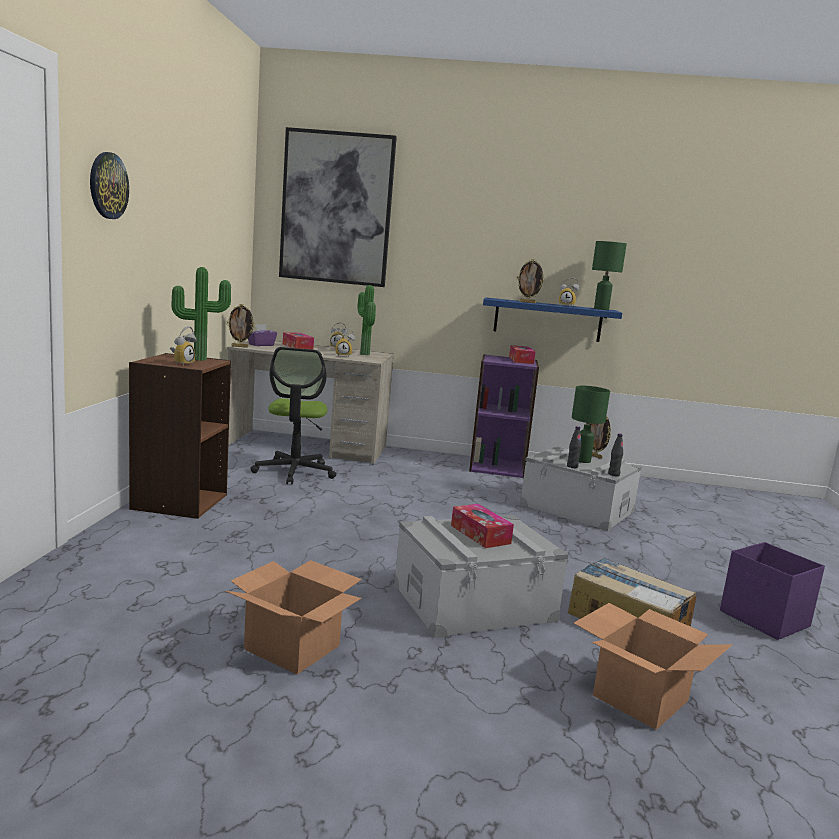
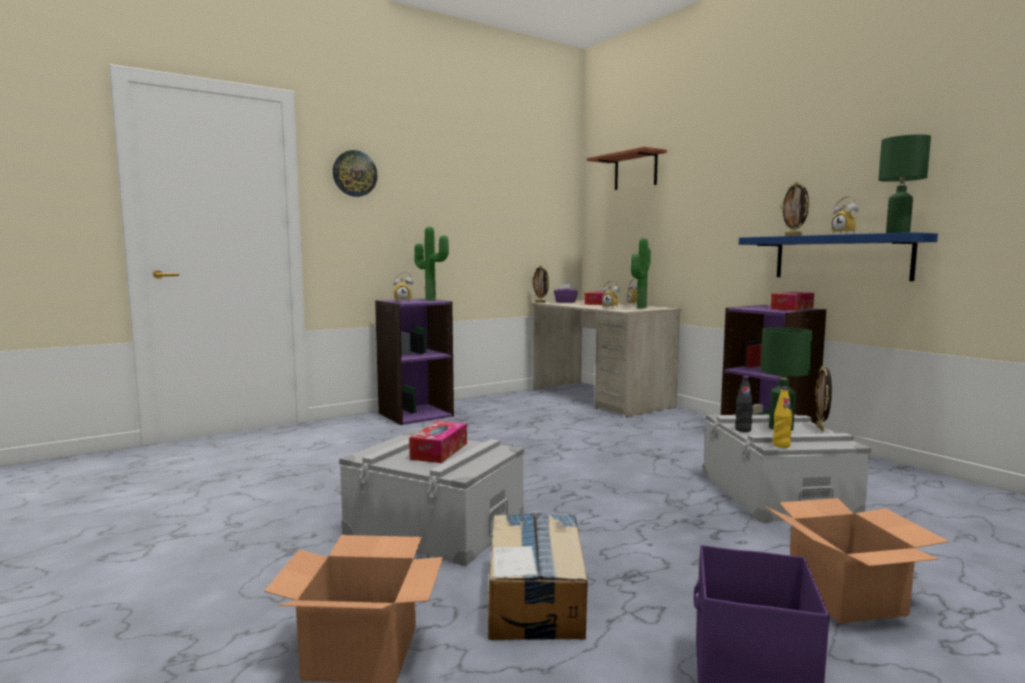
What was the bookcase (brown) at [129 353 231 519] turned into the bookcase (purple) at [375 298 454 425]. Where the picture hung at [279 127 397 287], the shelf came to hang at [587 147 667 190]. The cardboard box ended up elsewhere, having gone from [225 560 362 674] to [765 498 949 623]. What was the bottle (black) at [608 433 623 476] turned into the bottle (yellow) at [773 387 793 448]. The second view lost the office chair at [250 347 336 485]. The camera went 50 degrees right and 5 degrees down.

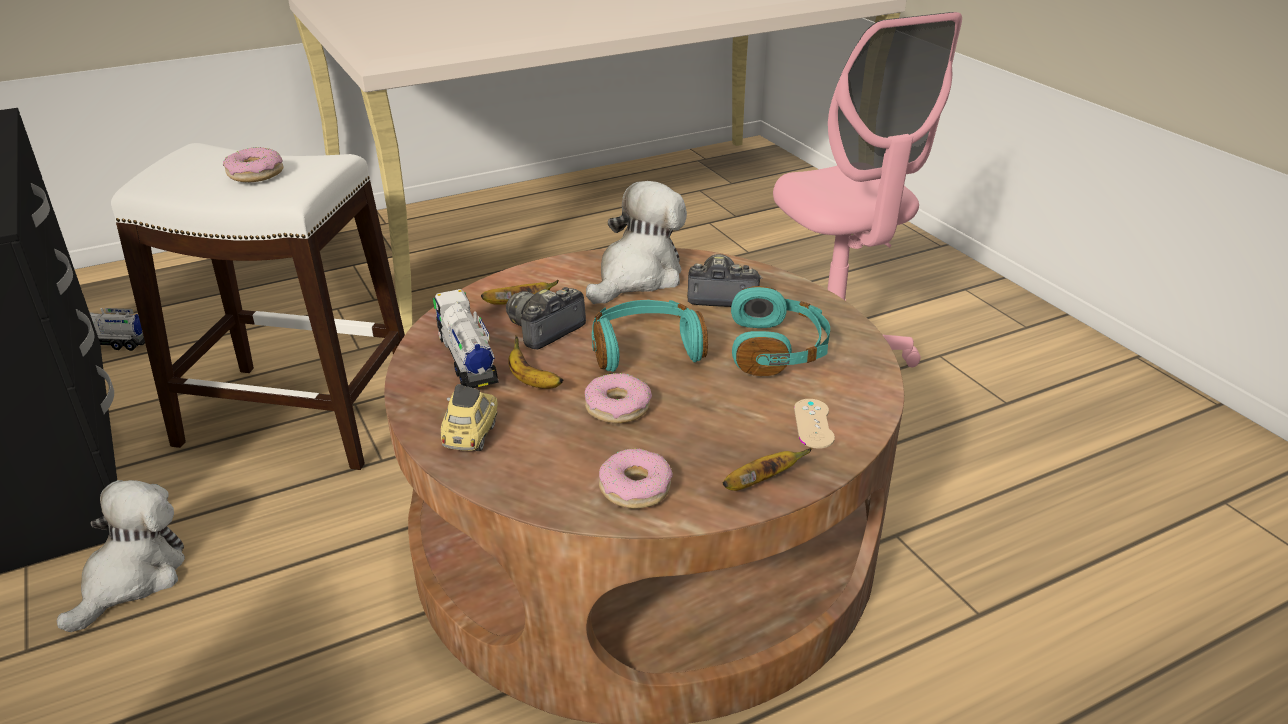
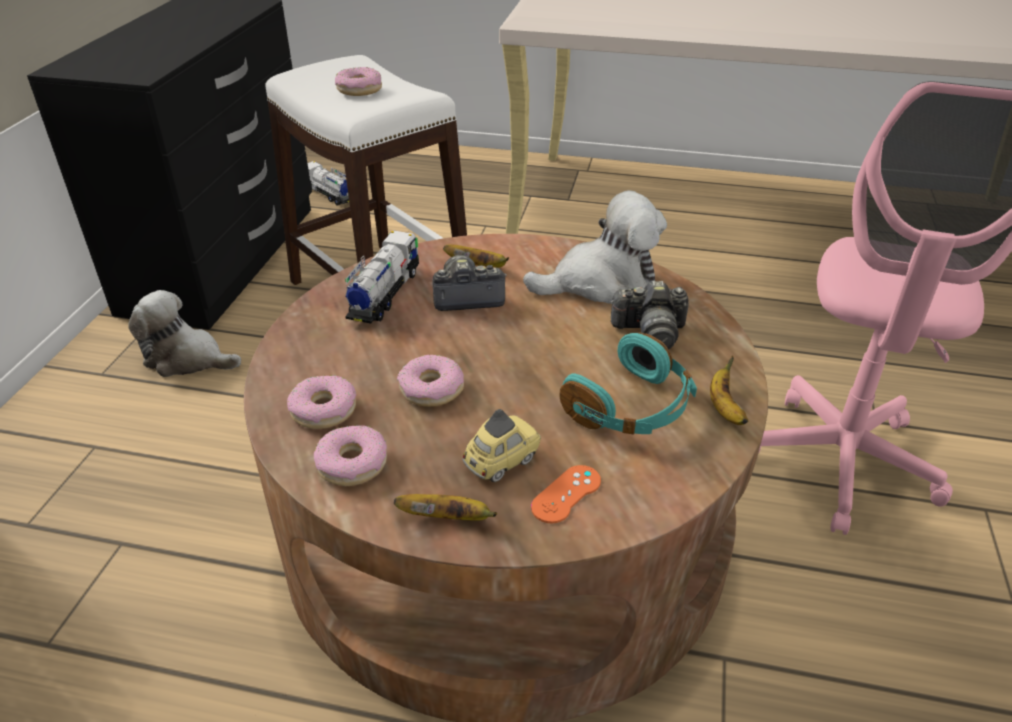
The plush toy at [57 480 185 632] ended up facing another way, 135 degrees counterclockwise from before. The second view gained the donut at [287 375 356 429]. The toy car ended up elsewhere, having gone from [441 384 498 451] to [462 409 541 482]. What was the game controller (beige) at [794 399 835 449] turned into the game controller (orange) at [531 465 601 523]. The photo camera at [687 254 762 307] ended up facing another way, 135 degrees clockwise from before. The banana ended up elsewhere, having gone from [508 335 563 389] to [710 356 748 425]. The second view lost the headphones (turquoise) at [592 300 708 372]. The camera went 40 degrees right and 5 degrees up.

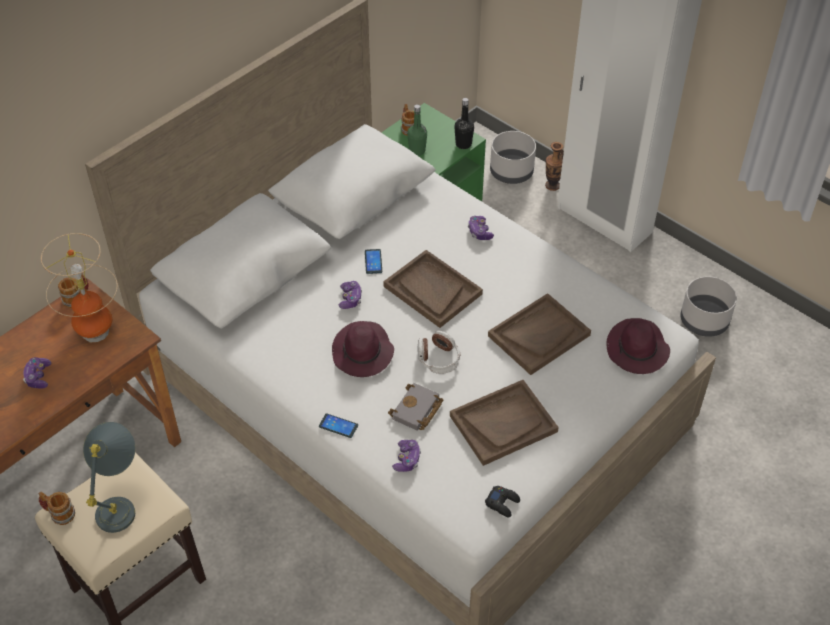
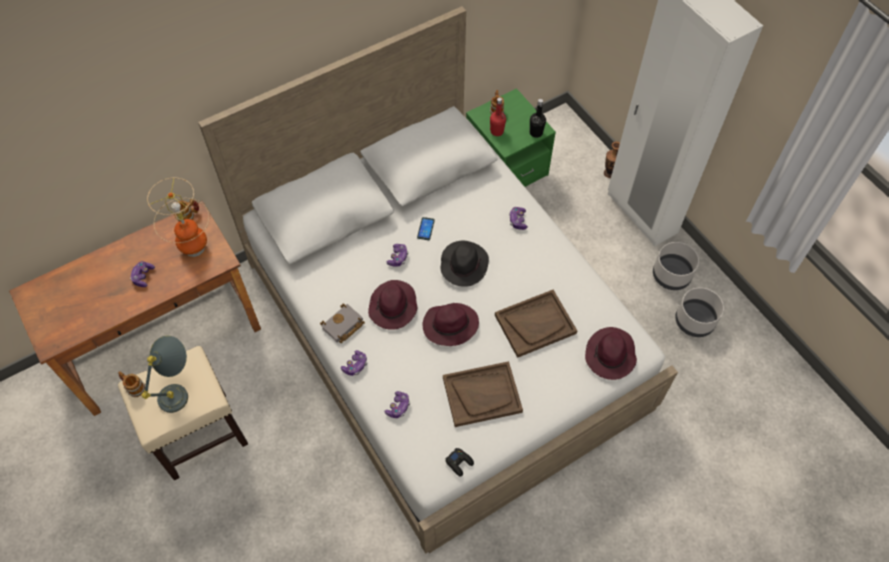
The book (grey) ended up elsewhere, having gone from [388 383 443 431] to [320 303 365 343]. Where the phone stood at [319 413 358 438], the game controller came to stand at [341 350 367 376]. Where the headphones stood at [418 330 461 374], the hat (purple) came to stand at [423 303 479 346]. Where the tray (brown) stood at [383 250 483 328], the hat (black) came to stand at [440 241 489 287]. What was the bottle (green) at [407 104 427 156] turned into the bottle (red) at [490 97 506 136]. The planter (grey) ended up elsewhere, having gone from [490 131 536 184] to [653 242 699 290]. The camera went 15 degrees right and 10 degrees up.

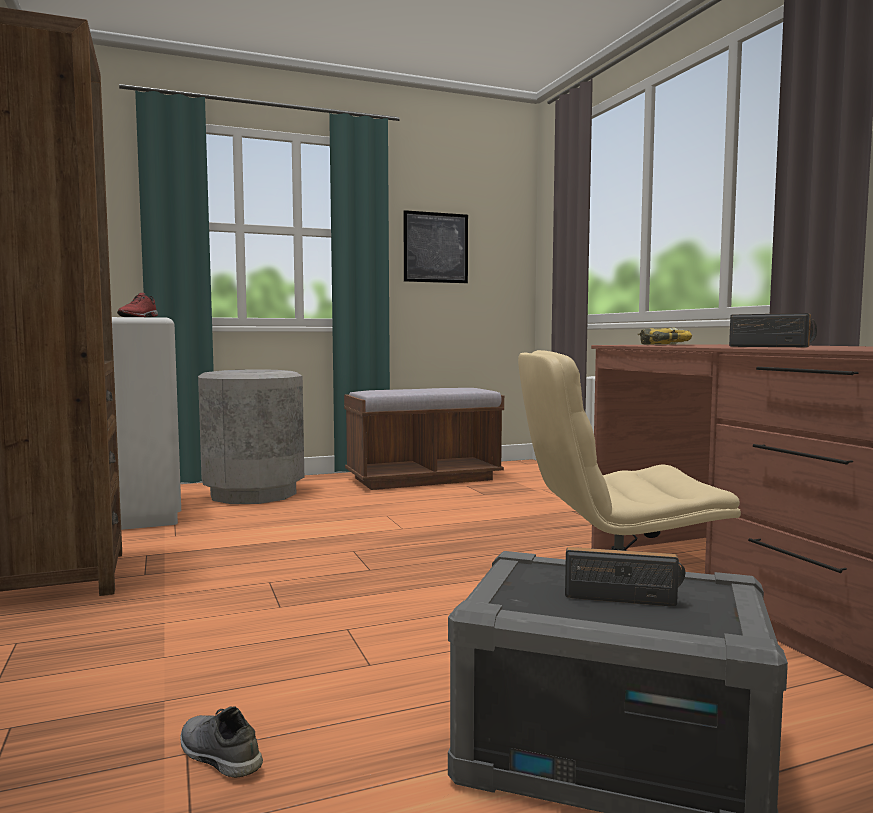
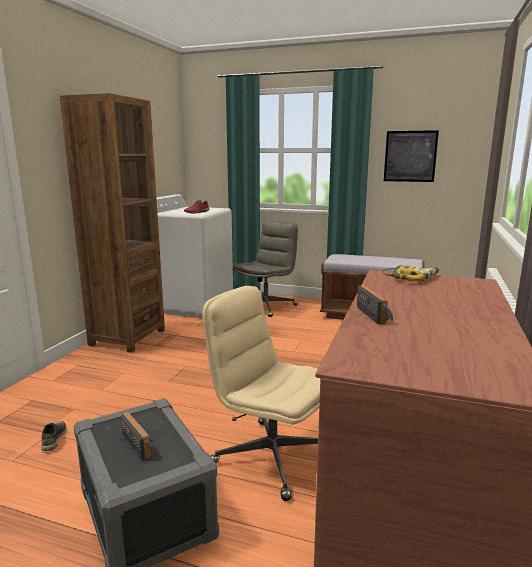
Where the trash can (grey) stood at [198 369 304 504], the office chair (grey) came to stand at [232 221 298 317]. The camera went 40 degrees right and 10 degrees up.

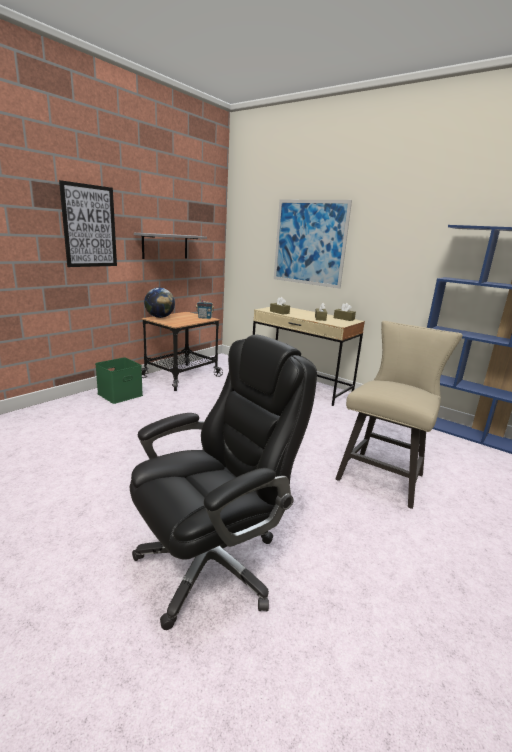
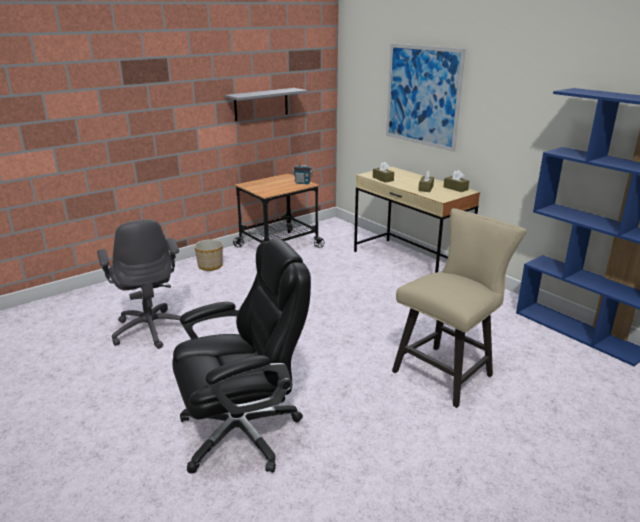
The second view gained the office chair (grey) at [97 219 181 349]. Where the storage box (green) stood at [95 357 143 404], the planter came to stand at [194 239 223 271]. The second view lost the picture at [59 180 117 267]. The second view lost the globe at [144 288 175 318]. The camera went 15 degrees right and 5 degrees up.

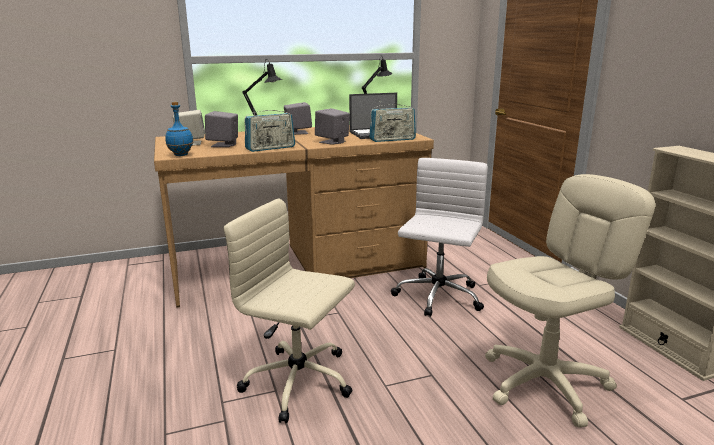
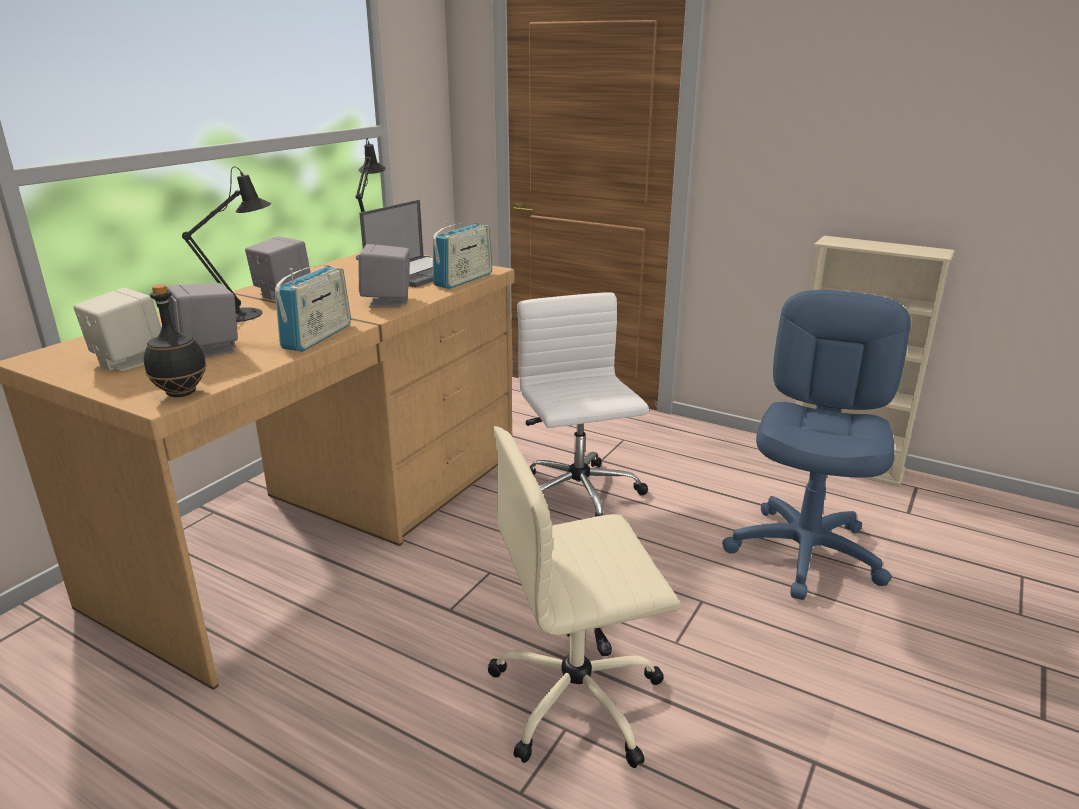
What was the bottle (blue) at [165 102 194 156] turned into the bottle (black) at [144 284 207 397]. What was the office chair (beige) at [485 174 655 428] turned into the office chair (blue) at [722 290 911 600]. The camera went 40 degrees left and 5 degrees up.

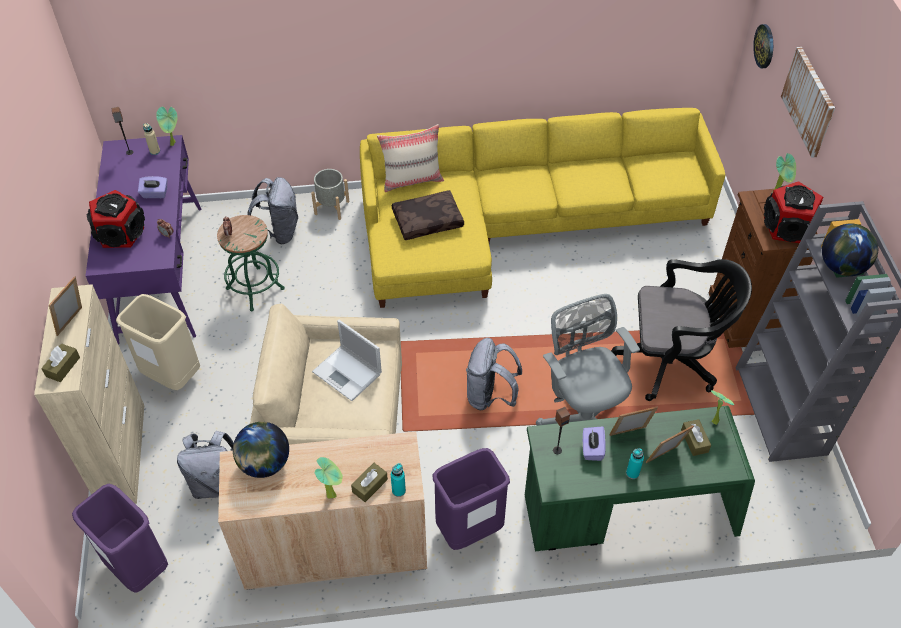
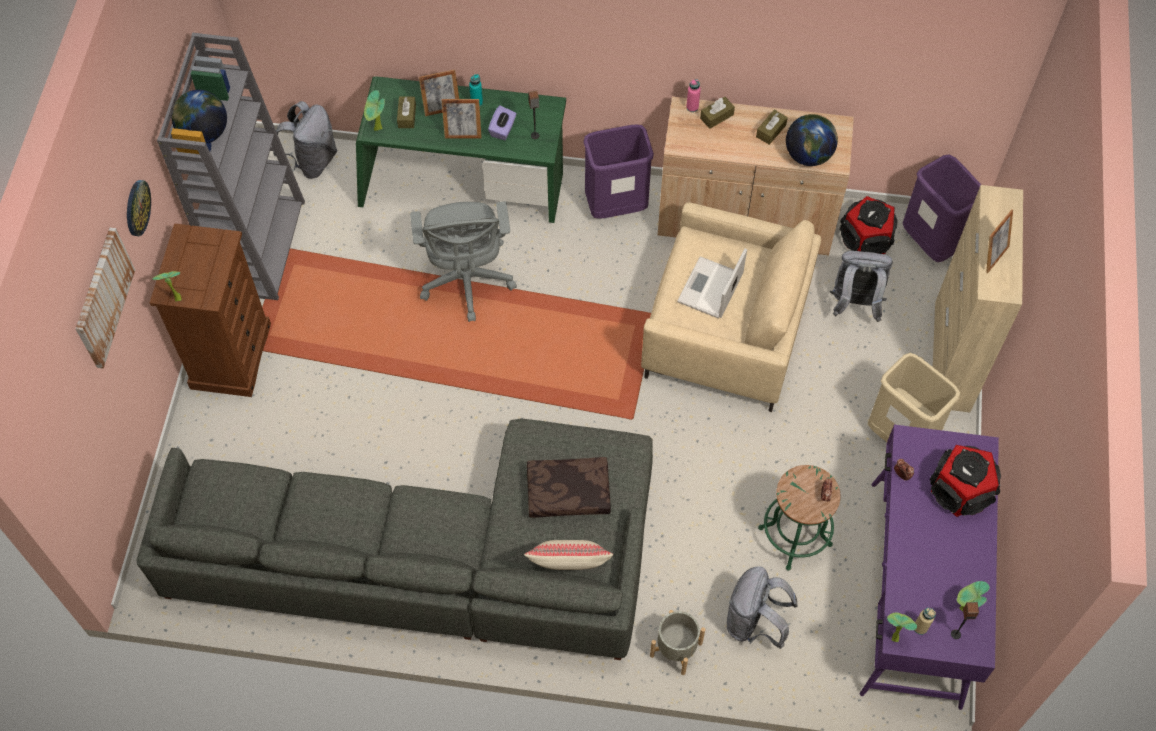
The wall clock ended up elsewhere, having gone from [753 24 773 68] to [127 180 151 236]. What was the sofa (yellow) at [360 108 726 308] turned into the sofa (grey) at [136 418 653 660]. The backpack (grey) ended up elsewhere, having gone from [466 338 522 410] to [273 101 337 179]. The laptop at [312 320 382 401] ended up facing another way, 120 degrees counterclockwise from before. What was the bottle (turquoise) at [391 463 406 497] turned into the bottle (pink) at [686 79 701 112]. The tissue box (brown) ended up elsewhere, having gone from [41 344 80 382] to [756 110 788 145]. The speaker ended up elsewhere, having gone from [764 181 824 243] to [840 196 898 254]. The potted plant ended up elsewhere, having gone from [315 457 343 498] to [957 581 990 611]. The second view lost the tissue box (purple) at [138 176 167 198]. The second view lost the office chair (black) at [611 259 752 401]. The camera went 165 degrees left and 10 degrees up.

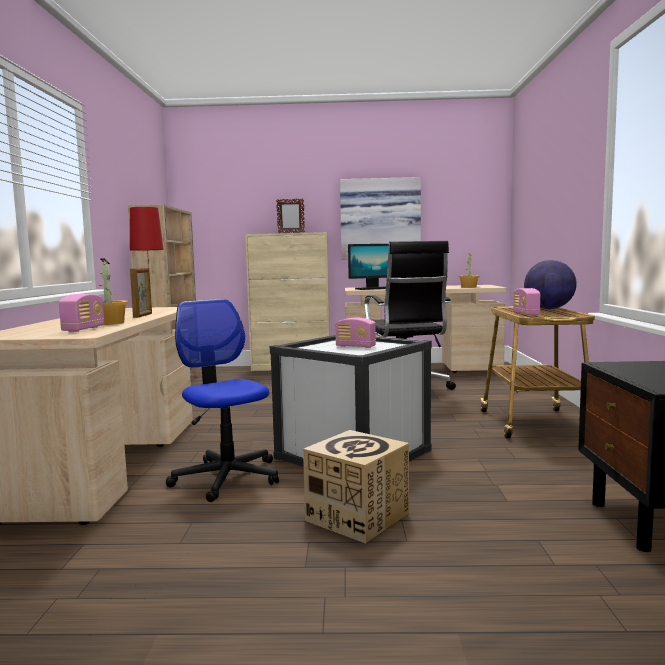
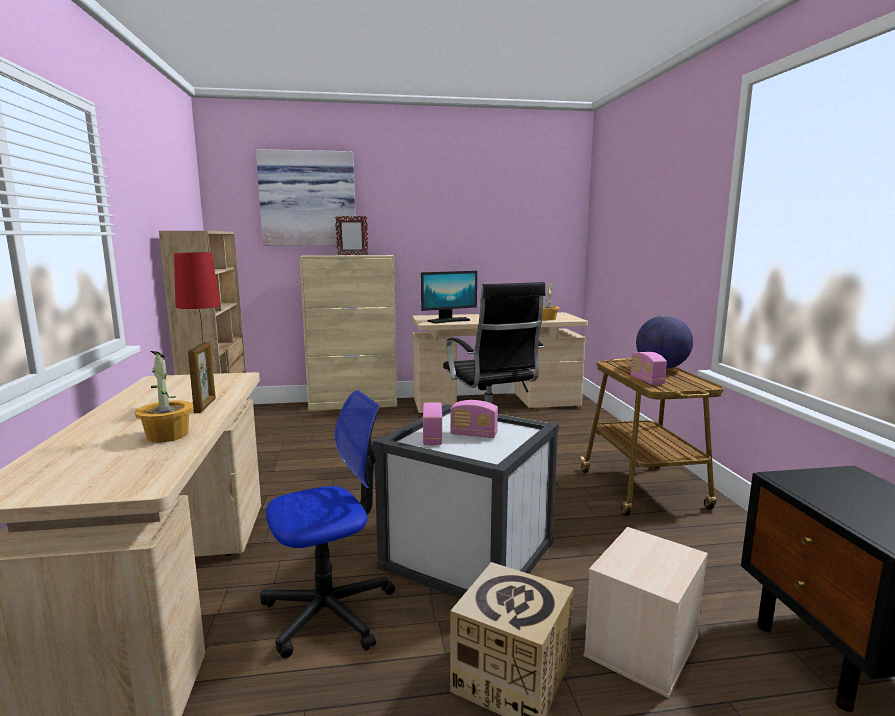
The picture ended up elsewhere, having gone from [340 177 421 259] to [256 149 356 246]. The office chair at [166 299 279 502] ended up facing another way, 105 degrees clockwise from before. The radio ended up elsewhere, having gone from [59 294 104 332] to [423 403 442 445]. The second view gained the storage box (beige) at [584 527 708 698]. The camera went 10 degrees left and 5 degrees up.

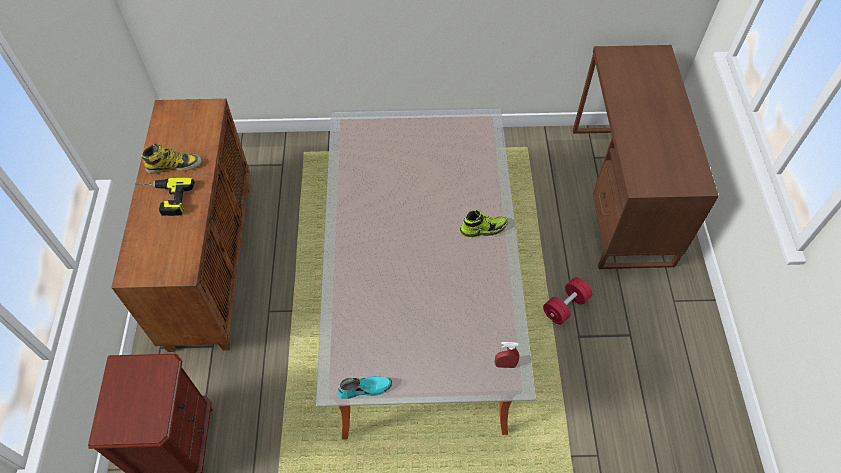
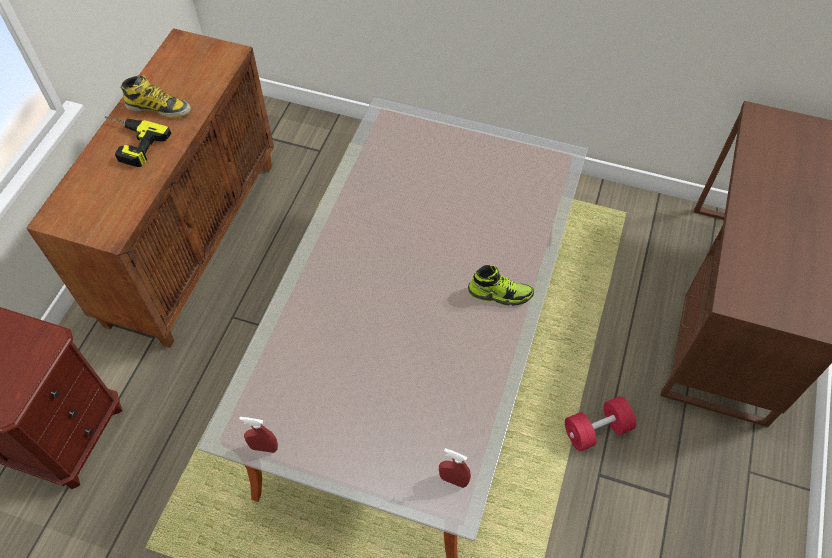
Where the shoe (turquoise) stood at [337 376 392 399], the spray bottle (red) came to stand at [239 417 278 453]. The camera went 20 degrees right and 0 degrees up.

